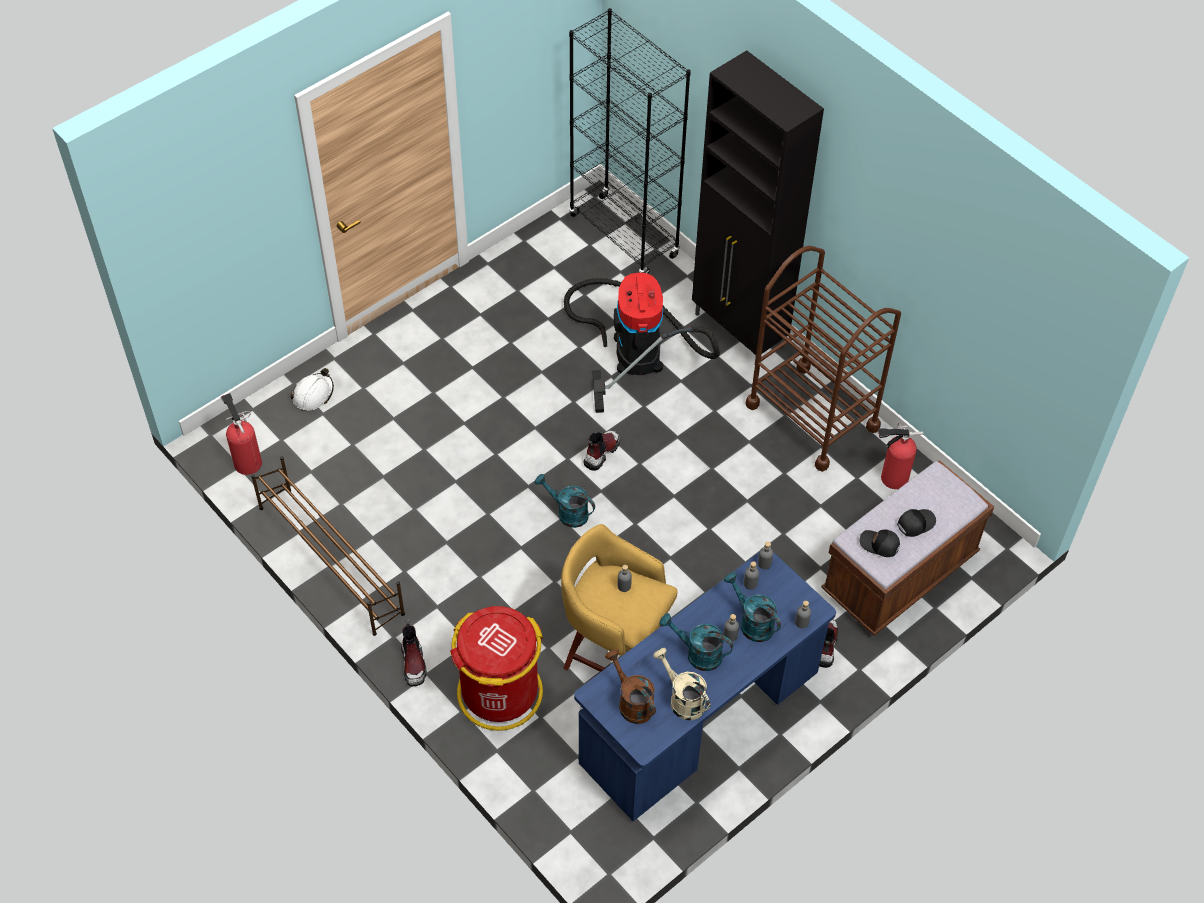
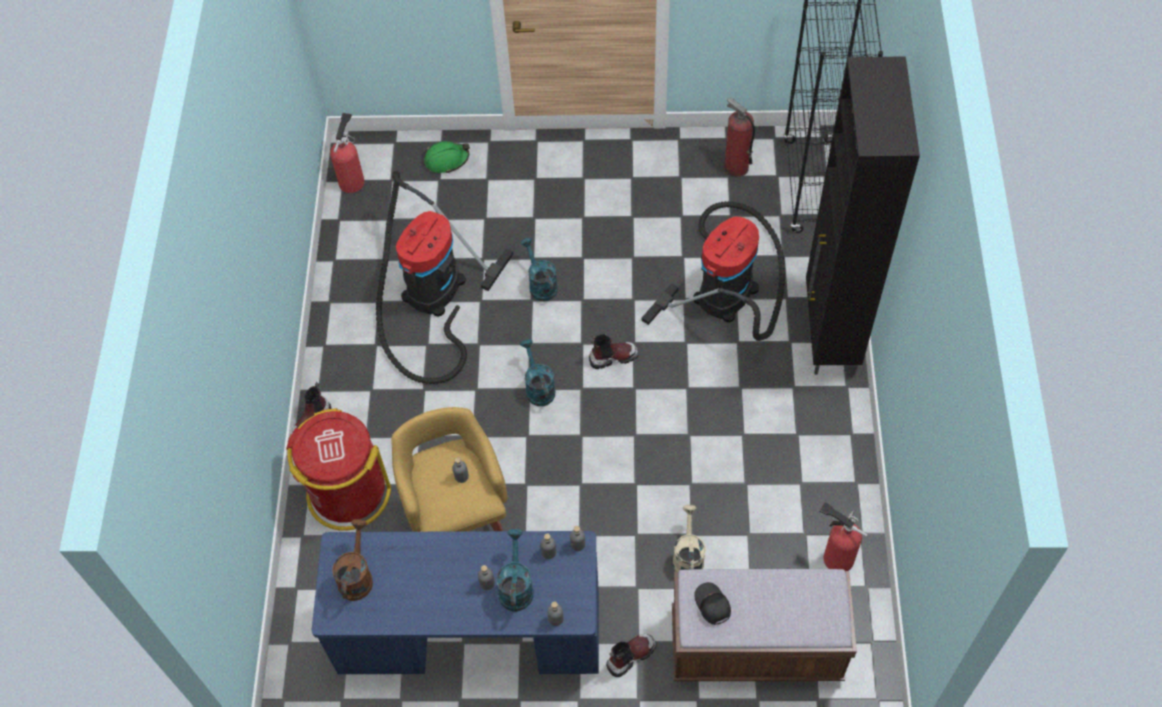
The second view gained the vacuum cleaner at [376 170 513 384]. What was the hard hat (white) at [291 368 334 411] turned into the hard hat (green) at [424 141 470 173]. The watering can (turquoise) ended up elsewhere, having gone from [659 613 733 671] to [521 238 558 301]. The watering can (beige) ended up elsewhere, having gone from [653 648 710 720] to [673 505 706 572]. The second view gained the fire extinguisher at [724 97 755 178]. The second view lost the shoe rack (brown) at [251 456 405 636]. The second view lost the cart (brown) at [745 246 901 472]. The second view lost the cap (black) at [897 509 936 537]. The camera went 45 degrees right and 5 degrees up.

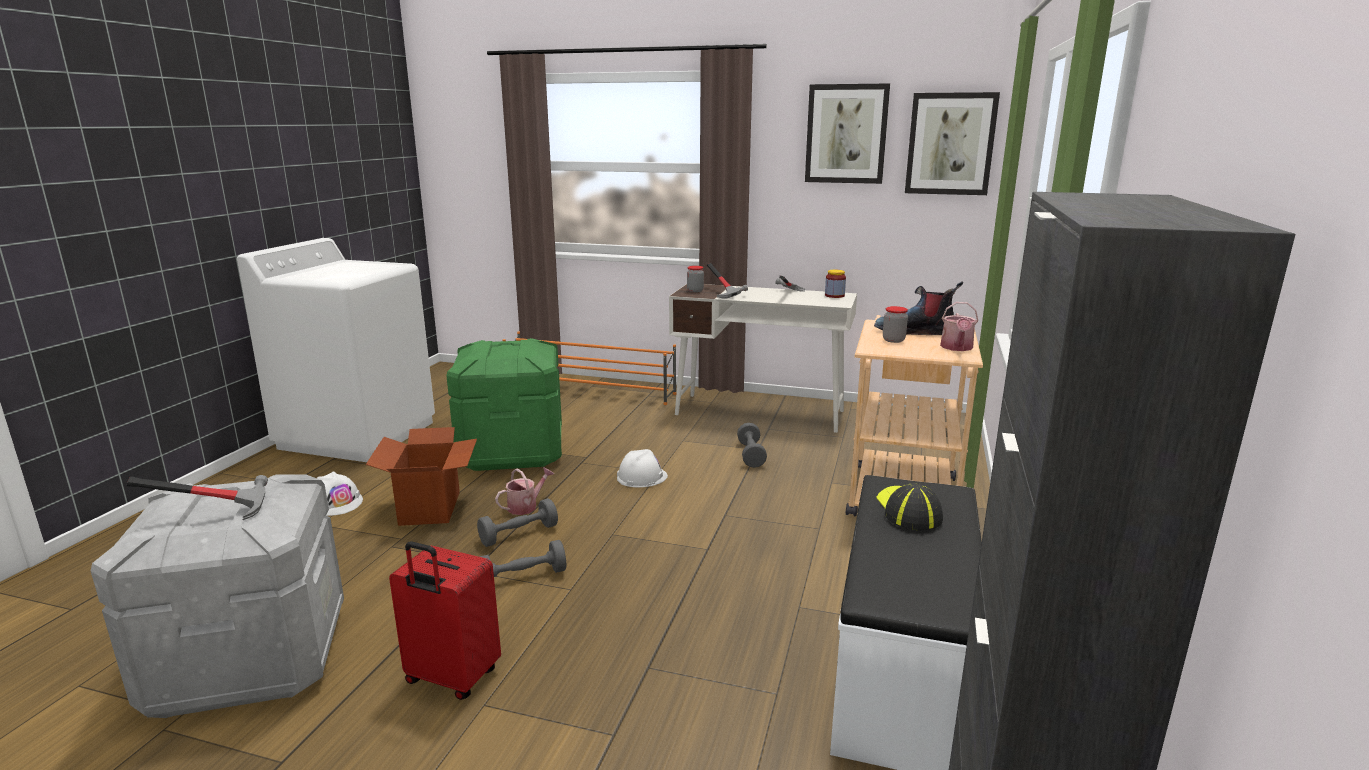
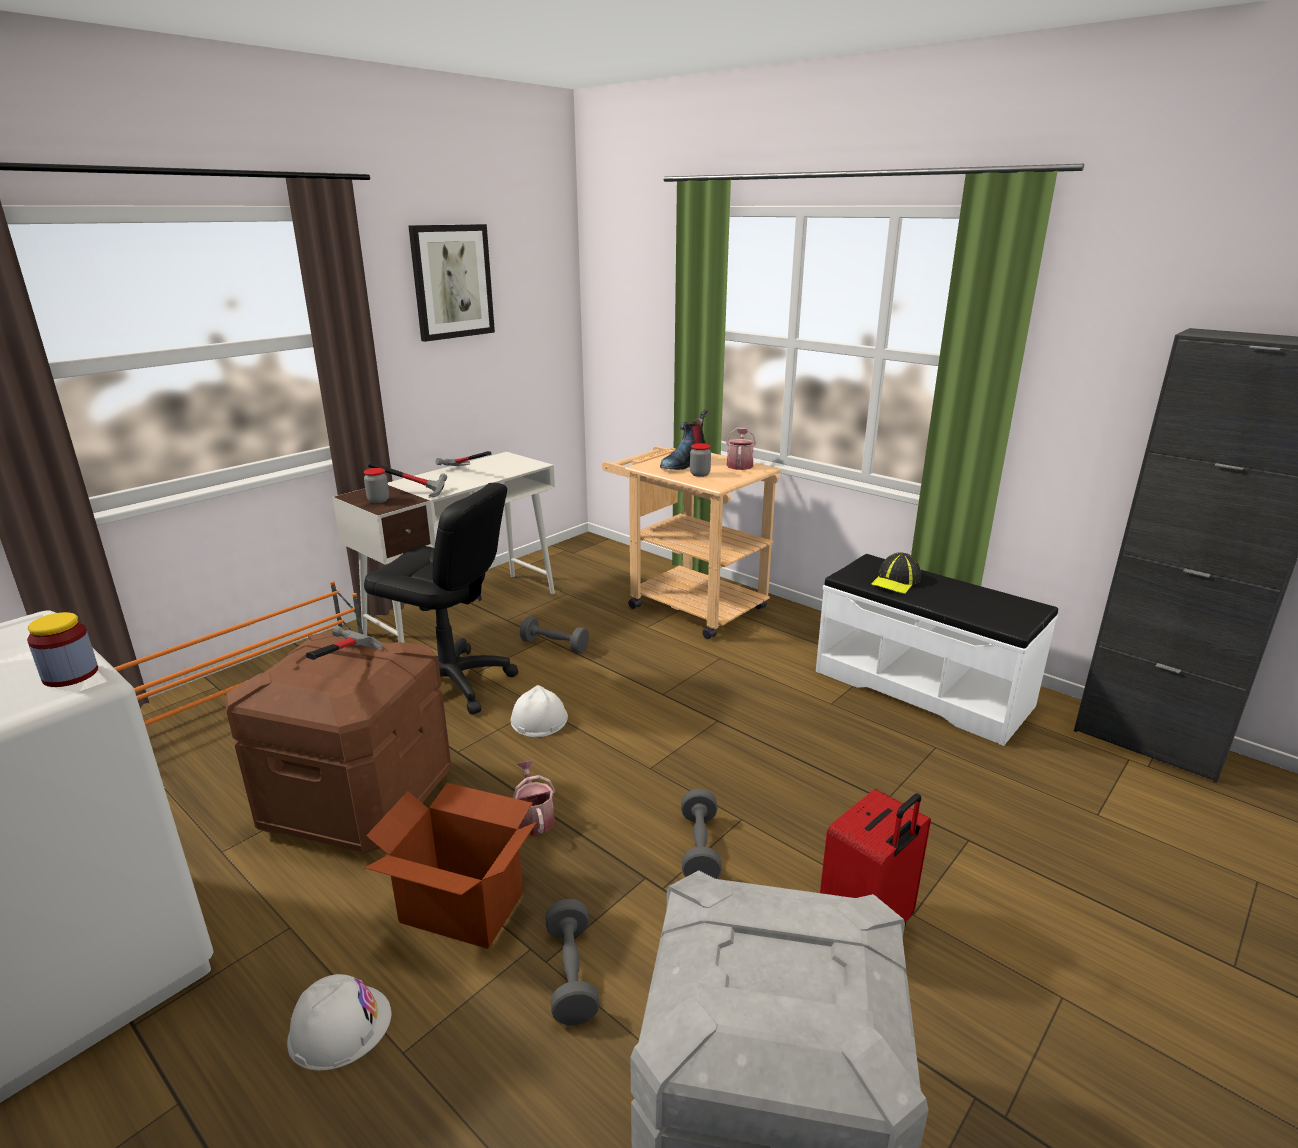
The jar ended up elsewhere, having gone from [825 270 846 298] to [27 612 98 687]. What was the storage box (green) at [446 338 562 471] turned into the storage box (brown) at [225 631 452 854]. The hammer ended up elsewhere, having gone from [127 475 268 520] to [305 626 383 660]. The second view gained the office chair (black) at [364 483 518 714]. The dumbbell (grey) ended up elsewhere, having gone from [477 498 558 547] to [545 899 600 1025]. The watering can at [940 302 978 351] ended up facing another way, 120 degrees counterclockwise from before. The cap at [876 483 943 531] ended up facing another way, 75 degrees counterclockwise from before. The second view lost the picture at [905 92 1000 195]. The camera went 65 degrees left and 5 degrees up.

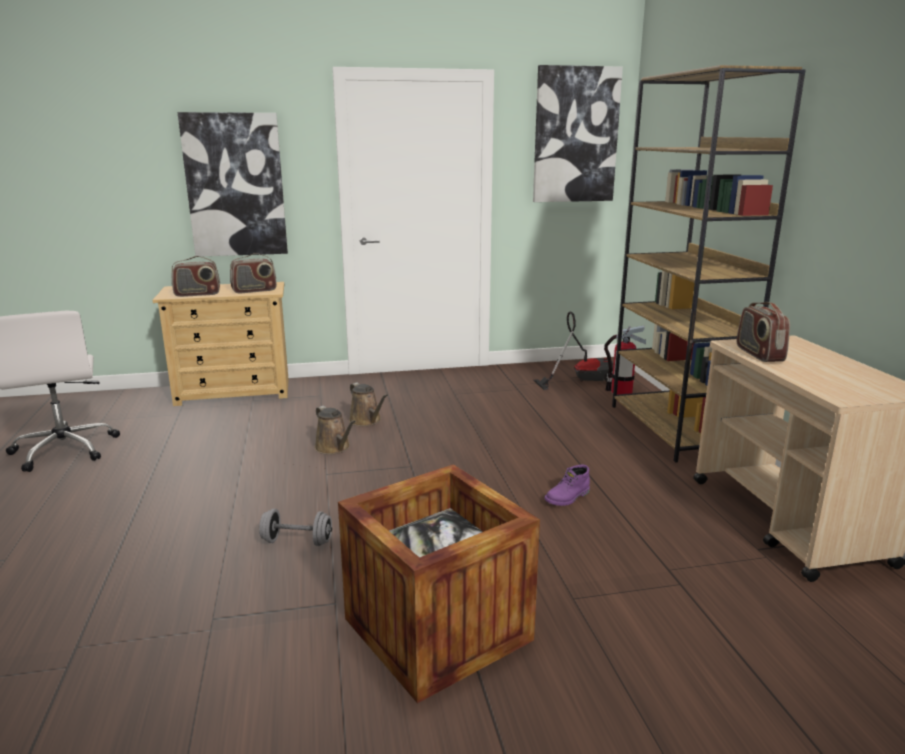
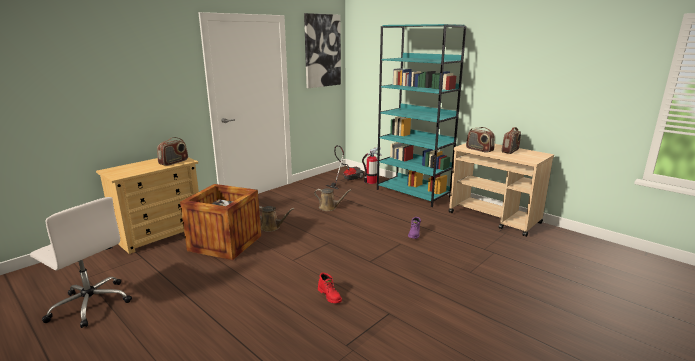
The crate ended up elsewhere, having gone from [338 464 540 703] to [180 184 261 260]. The watering can (brown) ended up elsewhere, having gone from [315 406 356 455] to [314 188 351 211]. Where the dumbbell (grey) stood at [259 509 332 546], the boot (red) came to stand at [318 273 342 303]. What was the bookcase (brown) at [612 65 806 463] turned into the bookcase (turquoise) at [377 24 467 207]. The radio ended up elsewhere, having gone from [171 256 220 297] to [502 127 521 154]. The second view lost the picture at [178 112 288 257]. The camera went 35 degrees left and 0 degrees up.

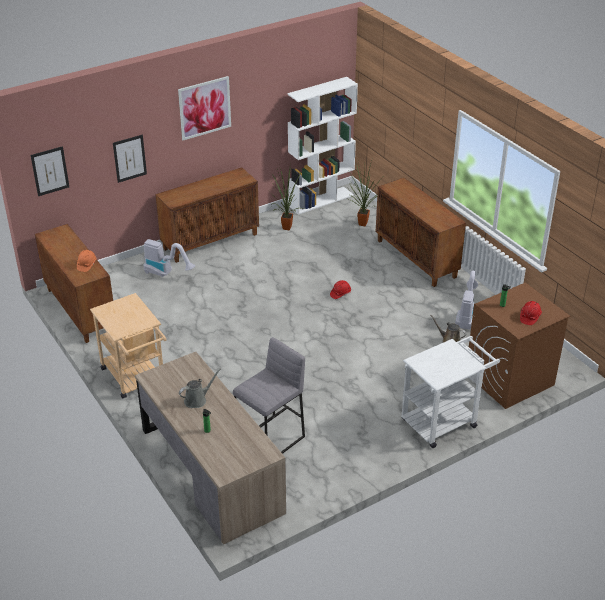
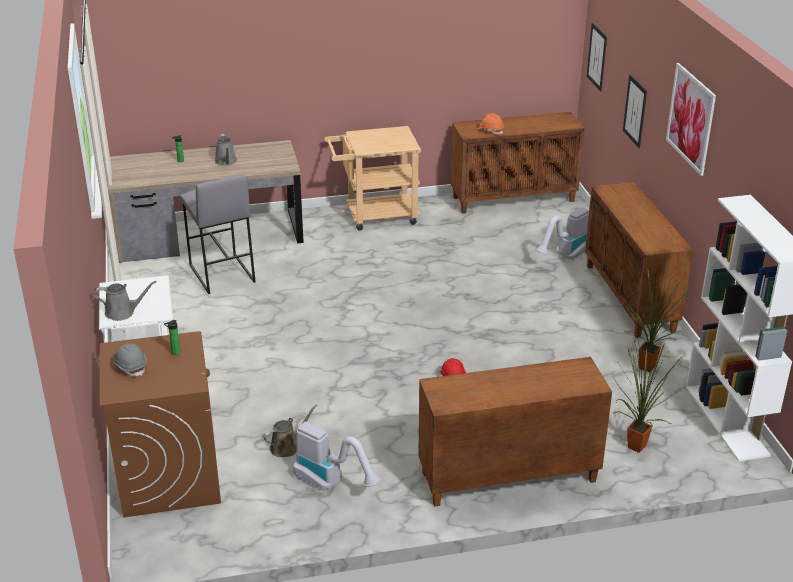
The second view gained the watering can (grey) at [94 281 157 321]. What was the hard hat (red) at [520 301 542 325] turned into the hard hat (grey) at [113 343 147 377]. The camera went 110 degrees right and 5 degrees down.

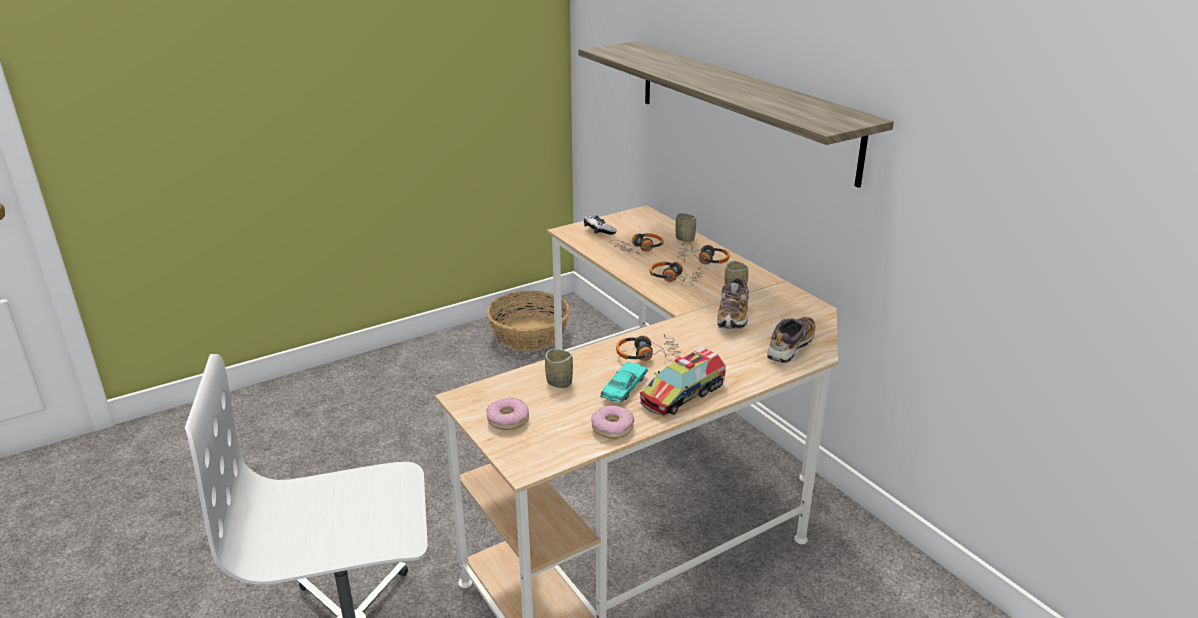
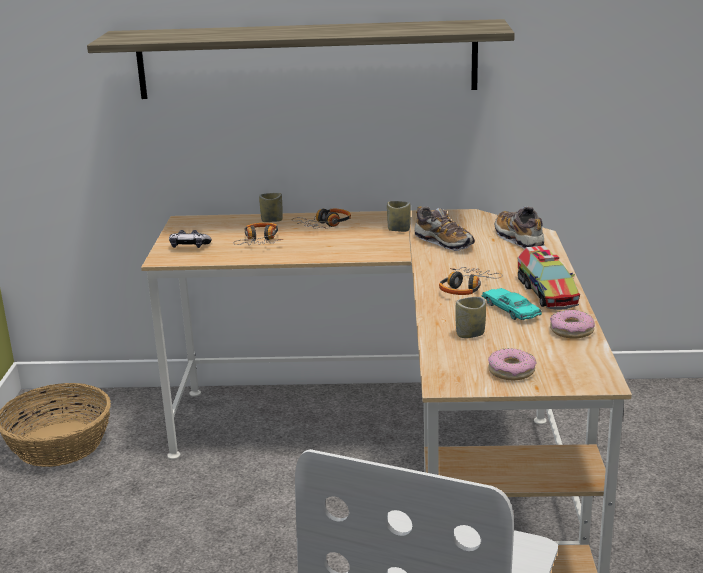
The second view lost the headphones at [650 261 704 287]. The camera went 55 degrees left and 5 degrees down.

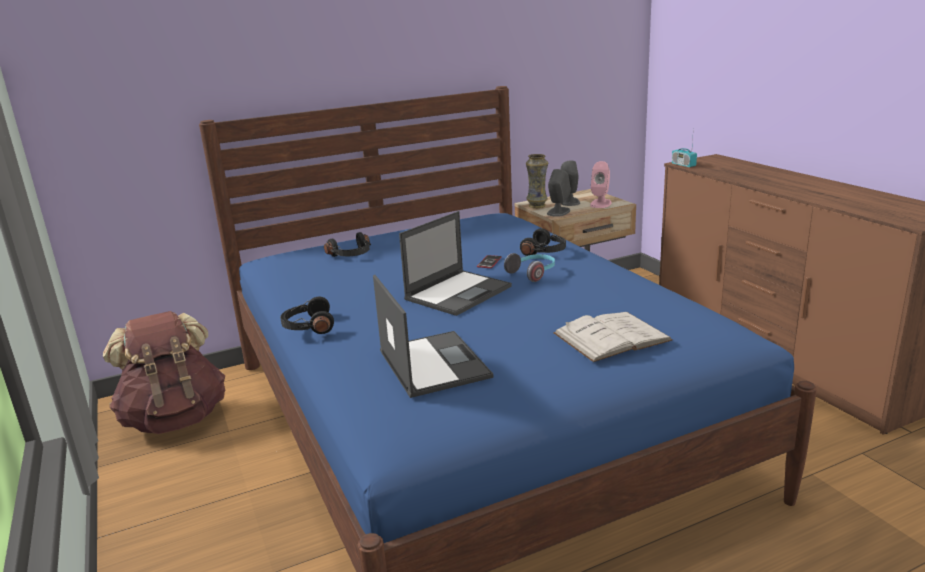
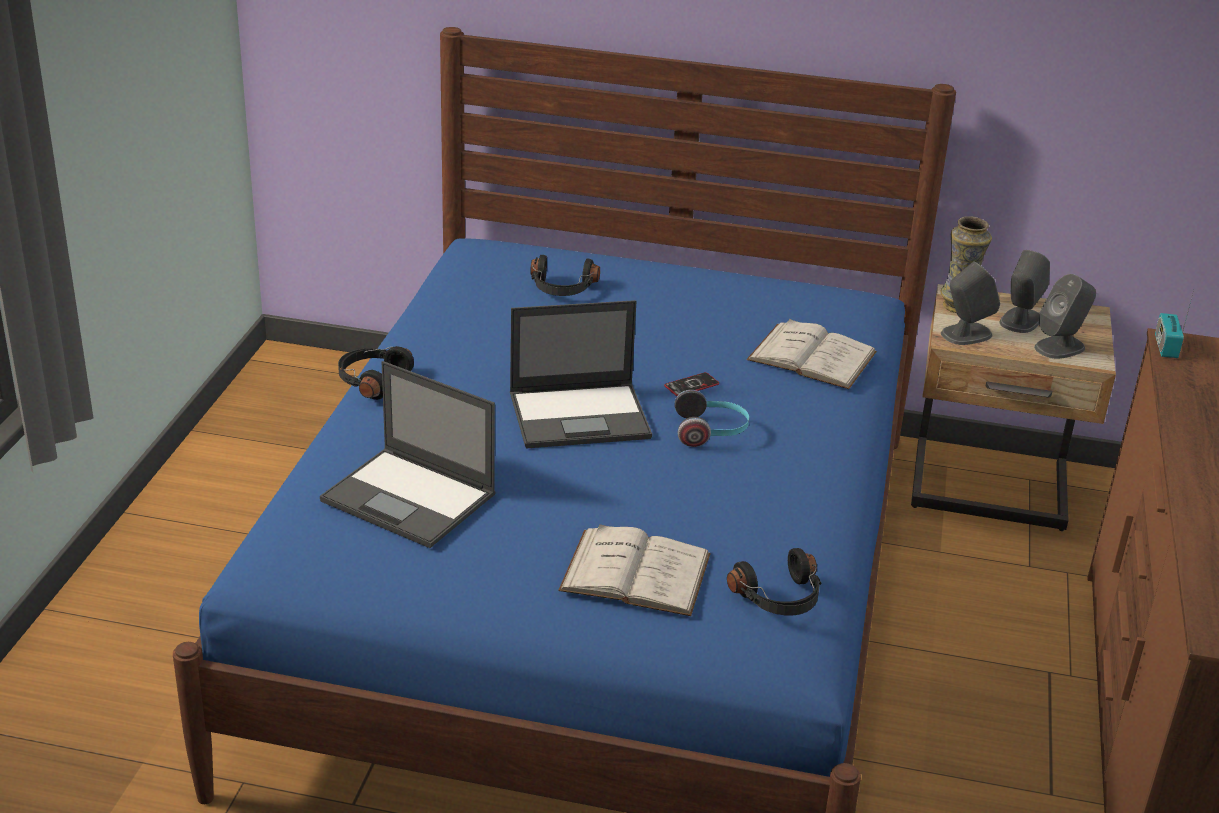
The laptop at [373 275 493 398] ended up facing another way, 105 degrees clockwise from before. The headphones (black) ended up elsewhere, having gone from [520 228 566 256] to [727 548 822 616]. The second view gained the book (white) at [747 319 877 389]. What was the speaker (pink) at [590 161 611 208] turned into the speaker (grey) at [1034 274 1096 359]. The second view lost the backpack (brown) at [103 311 225 434]. The camera went 35 degrees right and 10 degrees up.

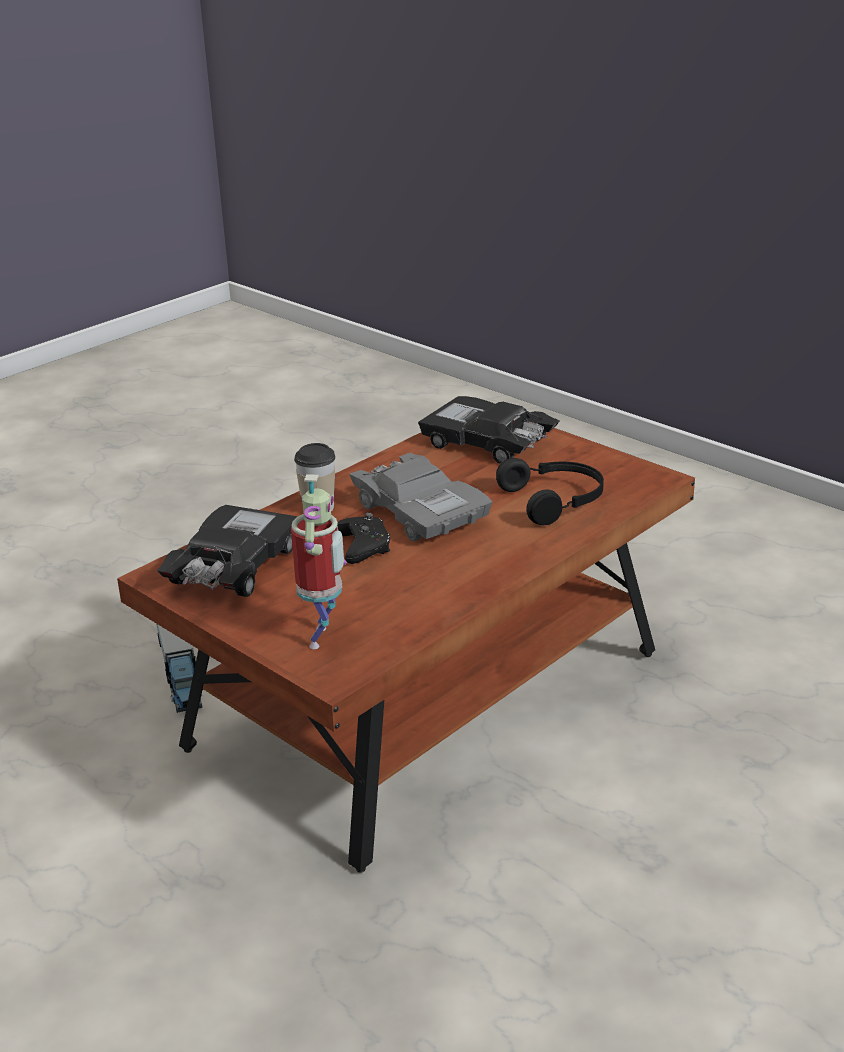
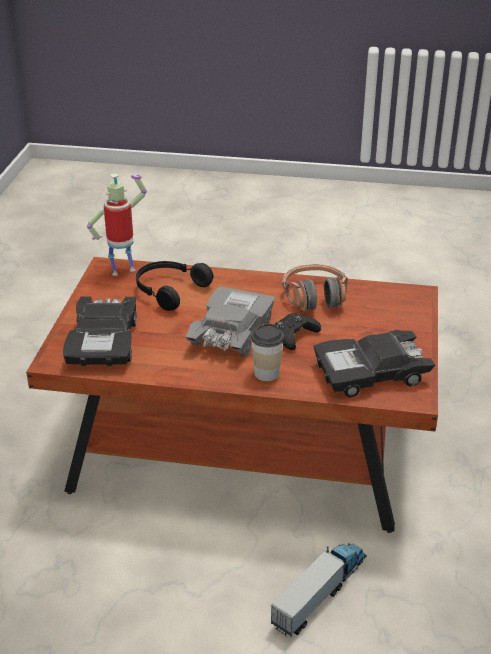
The toy robot ended up elsewhere, having gone from [291 474 347 649] to [87 173 147 276]. The second view gained the headphones at [282 264 348 312]. The camera went 125 degrees left and 5 degrees up.

